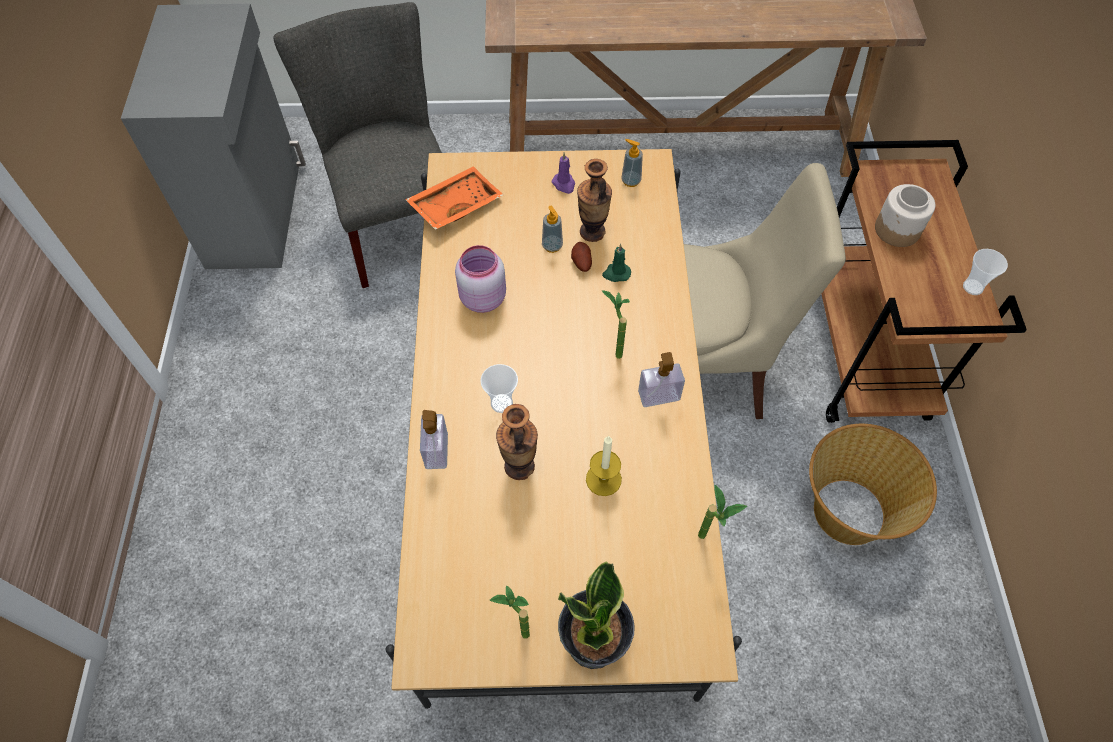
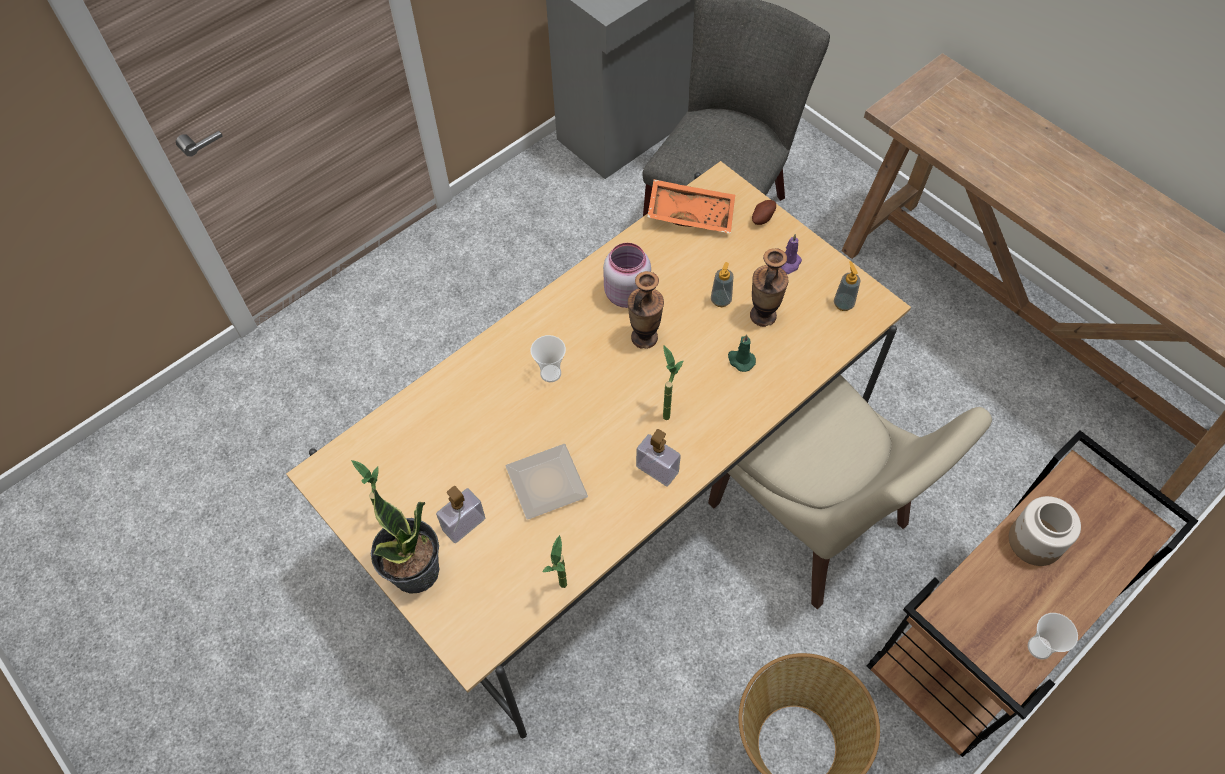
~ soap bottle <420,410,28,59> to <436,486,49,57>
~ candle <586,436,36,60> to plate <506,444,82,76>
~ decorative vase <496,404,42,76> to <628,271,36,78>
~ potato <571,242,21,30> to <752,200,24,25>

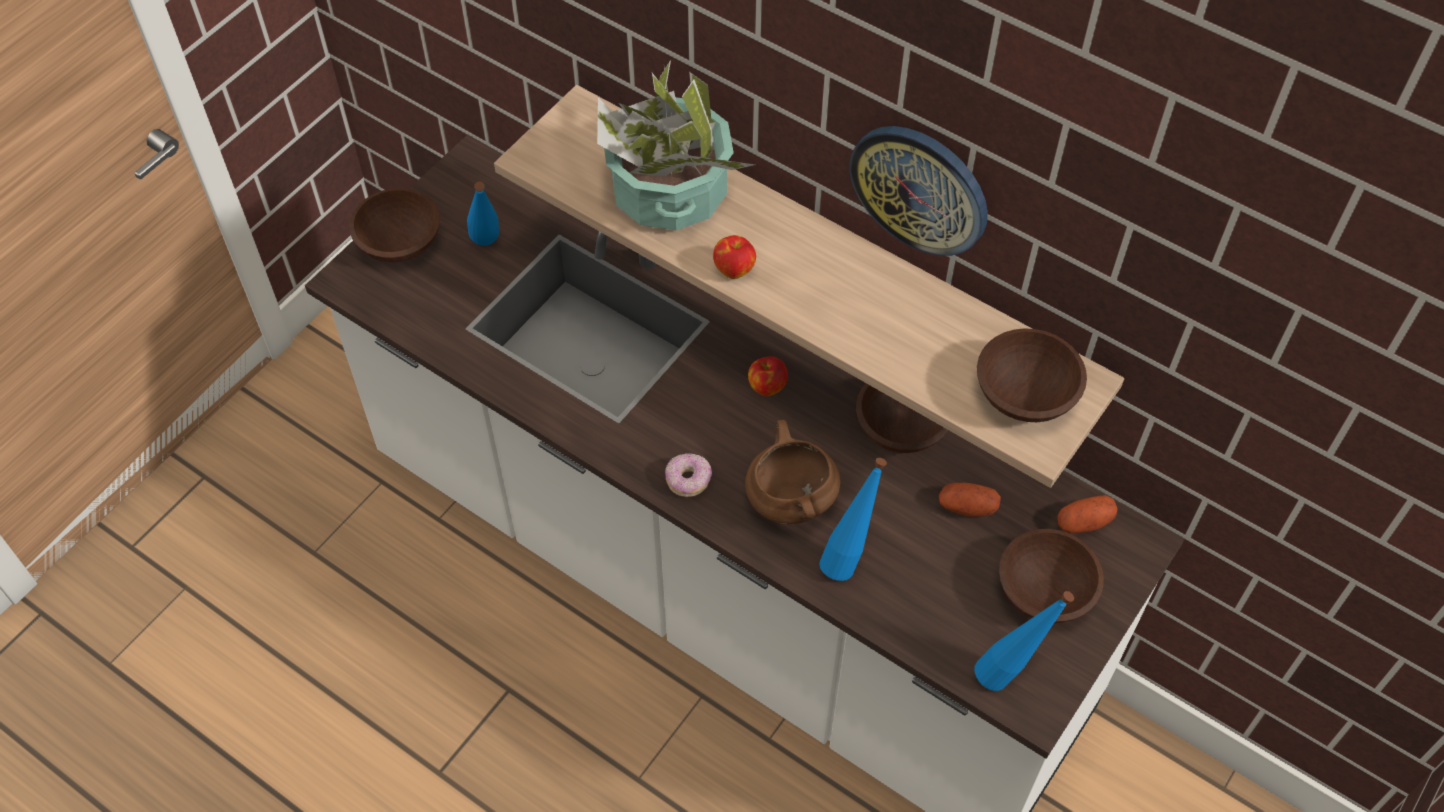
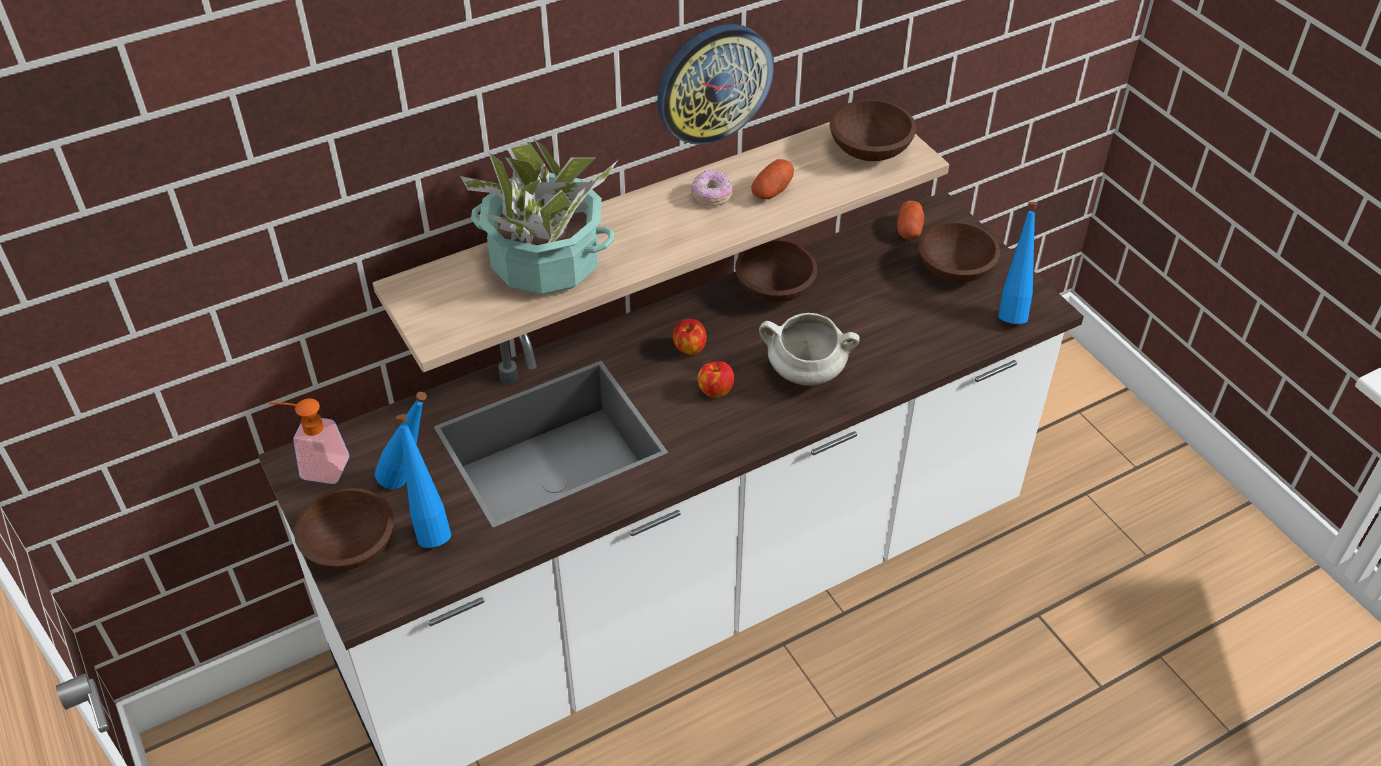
+ soap bottle <269,399,80,85>
~ drink bottle (bluish) <819,458,68,123> to <396,414,55,134>
~ ring doughnut <665,453,47,44> to <691,169,42,37>
~ apple <713,235,43,44> to <698,361,36,37>
~ potato <939,483,62,34> to <751,159,43,41>
~ stockpot (brown) <745,420,96,104> to stockpot (white) <759,313,101,73>

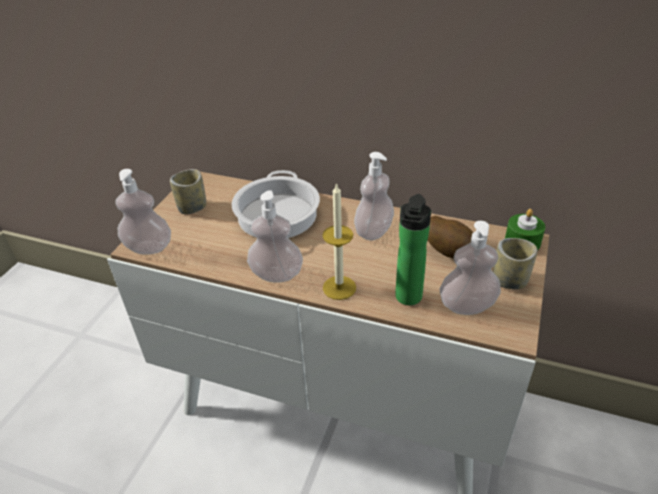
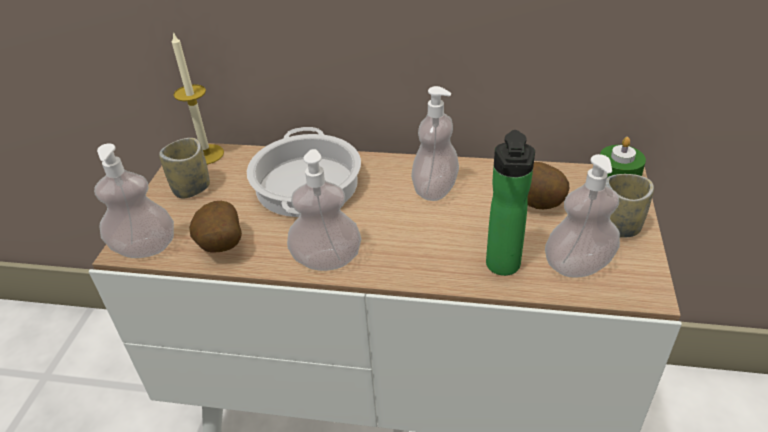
~ candle <322,183,34,117> to <172,32,52,133>
+ potato <189,201,53,52>

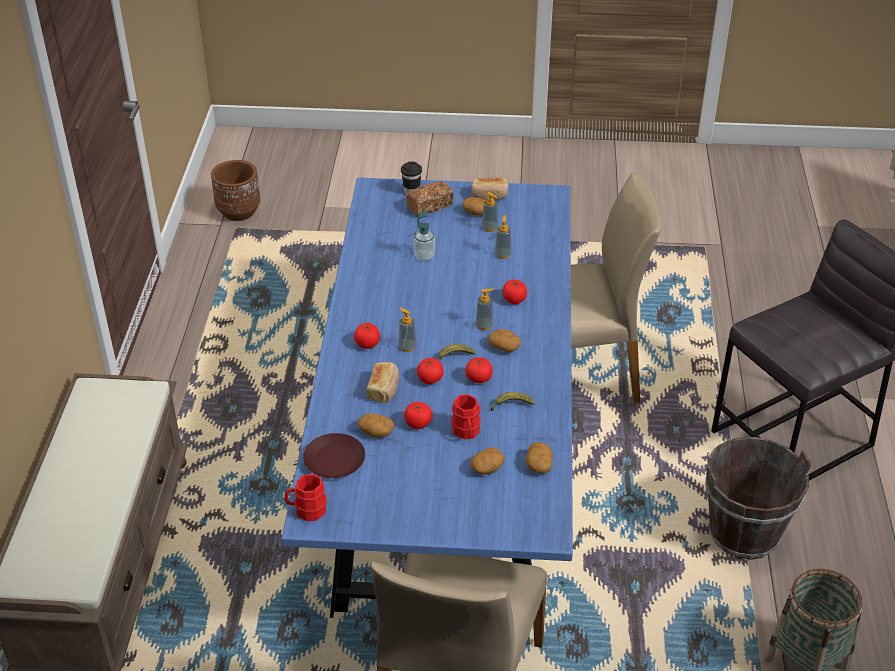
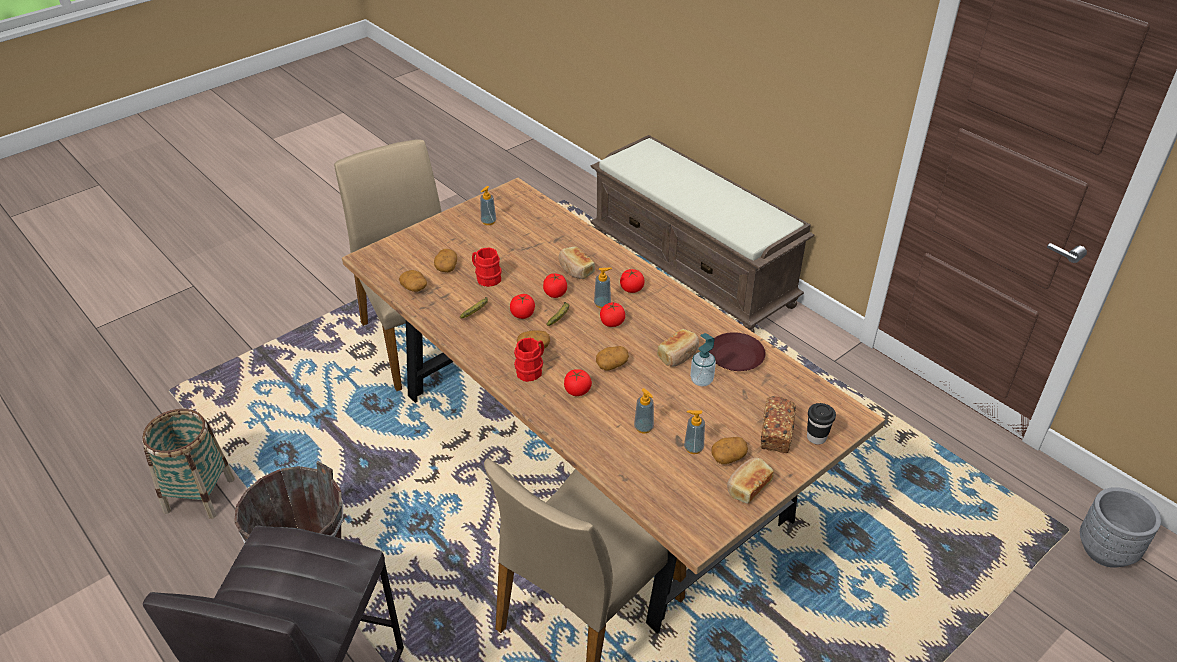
~ dining table (bluish) <282,177,291,441> to dining table (brown) <342,178,543,456>
~ soap bottle <476,288,18,42> to <480,186,16,39>
~ mug (red-coloured) <284,474,43,47> to <514,338,30,44>
~ potato <358,413,37,24> to <596,346,33,25>
~ fresh tomato <404,402,29,27> to <600,303,25,24>
+ baked bread <657,329,42,38>
~ plate (brown) <303,433,62,45> to <709,332,57,39>
~ planter (brown) <211,160,49,61> to planter (grey) <1080,487,81,81>

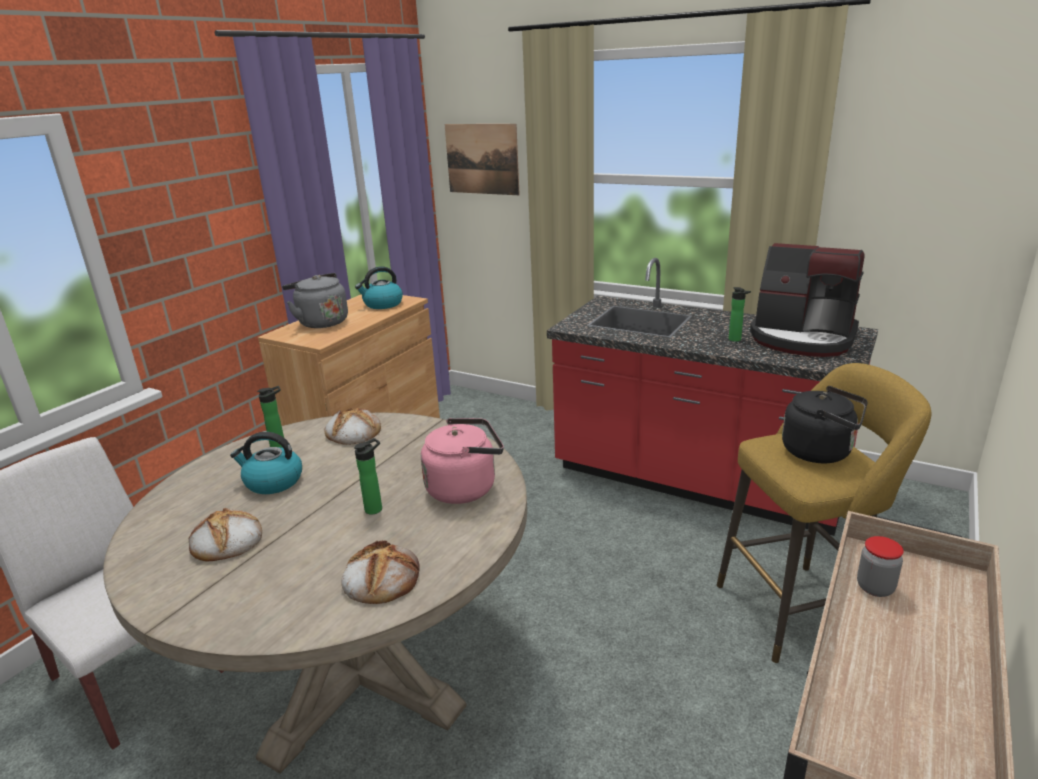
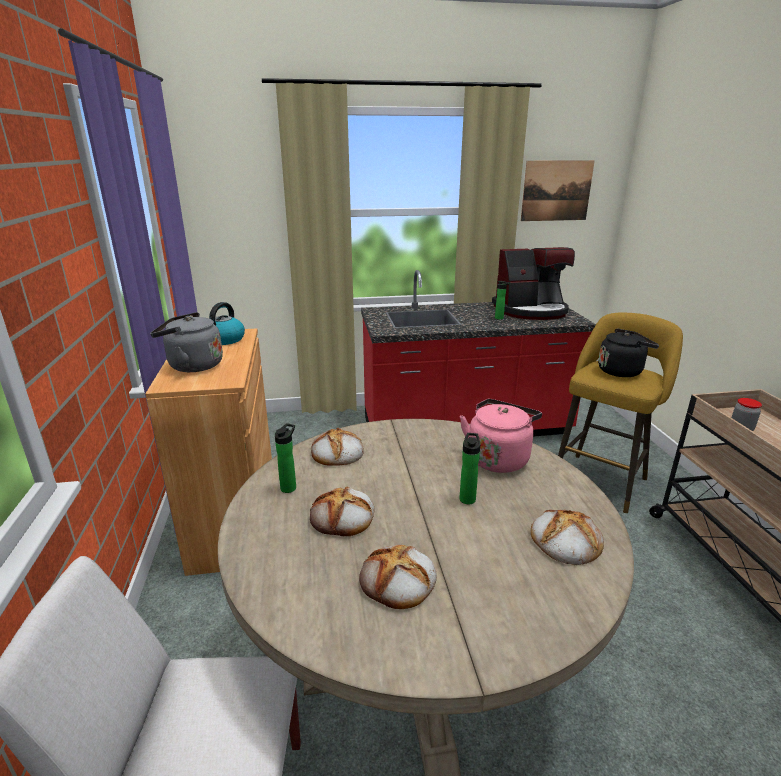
~ water kettle <230,432,72,62> to baked bread <310,486,64,50>
~ wall art <445,124,75,71> to <521,160,74,61>

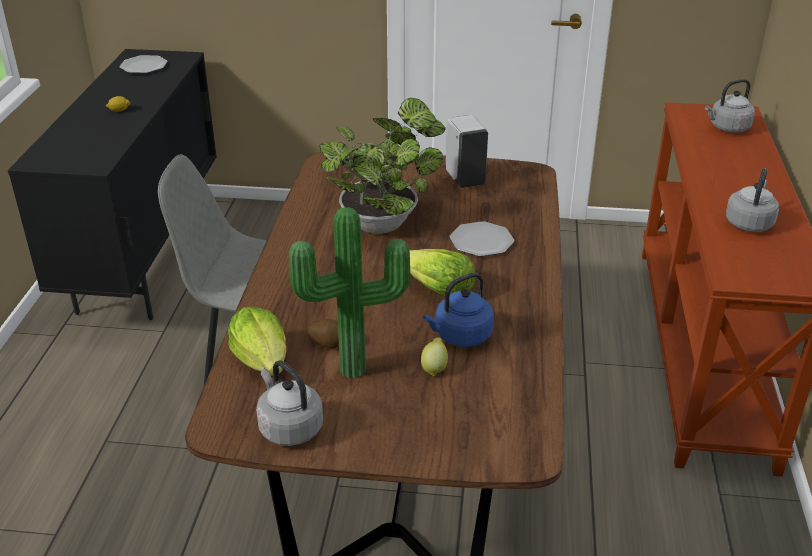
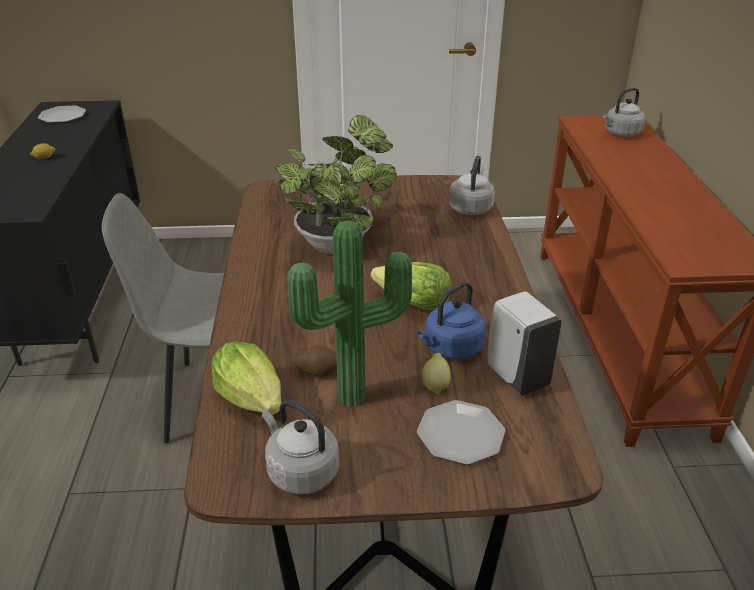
~ plate <449,221,65,36> to <417,400,89,65>
~ water kettle (grey) <726,168,53,64> to <449,156,46,59>
~ soap bottle (white) <446,115,42,73> to <488,291,74,104>

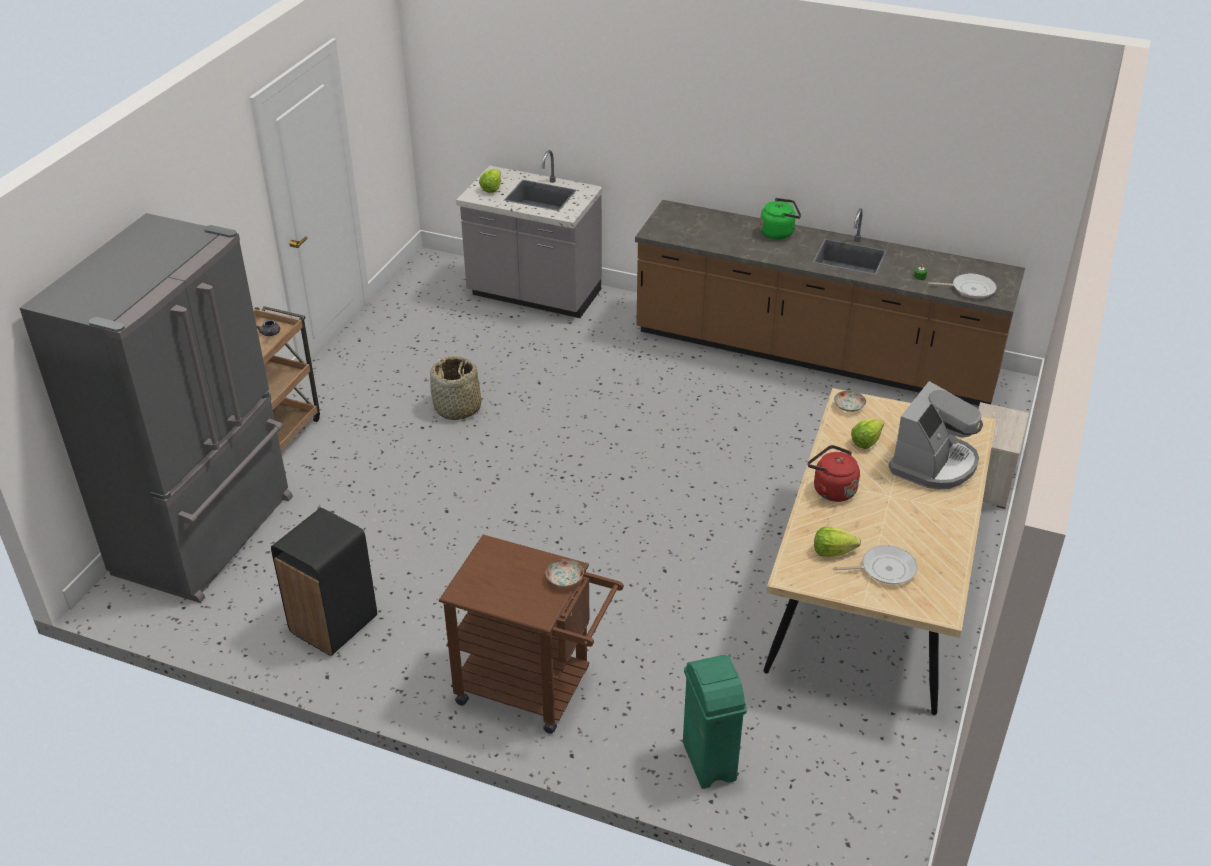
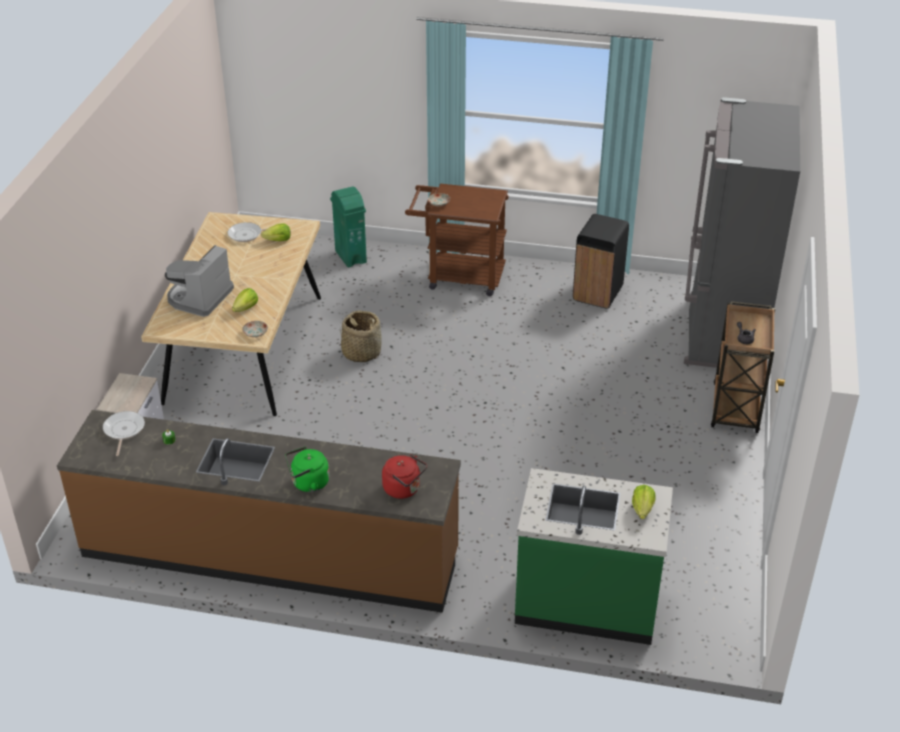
~ frying pan <928,273,69,26> = <103,411,42,45> 90 degrees clockwise
~ household basket <430,356,51,64> to <340,310,42,53>
~ water kettle (red-coloured) <808,445,52,57> to <382,454,45,45>
~ counter (grey) <456,150,147,168> to counter (greenish) <515,468,158,177>

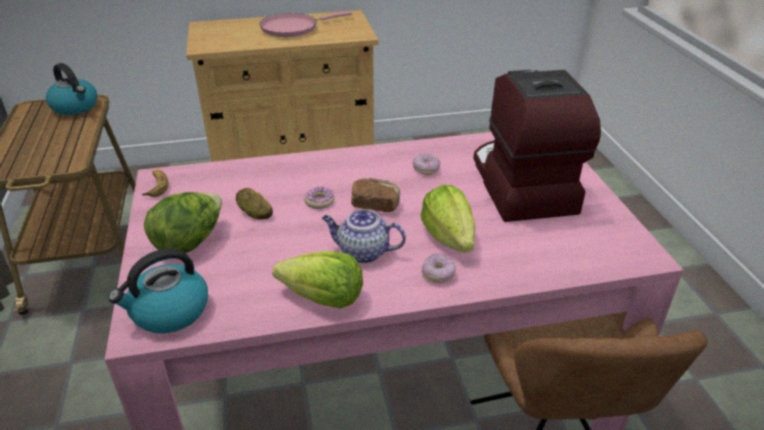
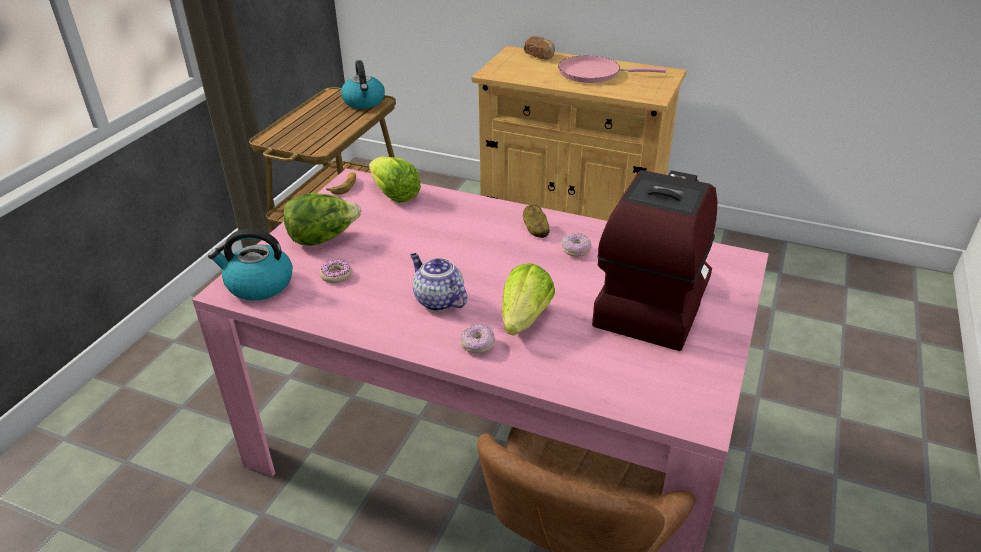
~ ring doughnut <304,187,30,22> to <320,259,32,24>
~ head of lettuce <272,251,91,57> to <369,156,52,47>
~ baked bread <351,178,49,34> to <523,36,32,23>
~ potato <236,188,37,32> to <523,205,27,33>

